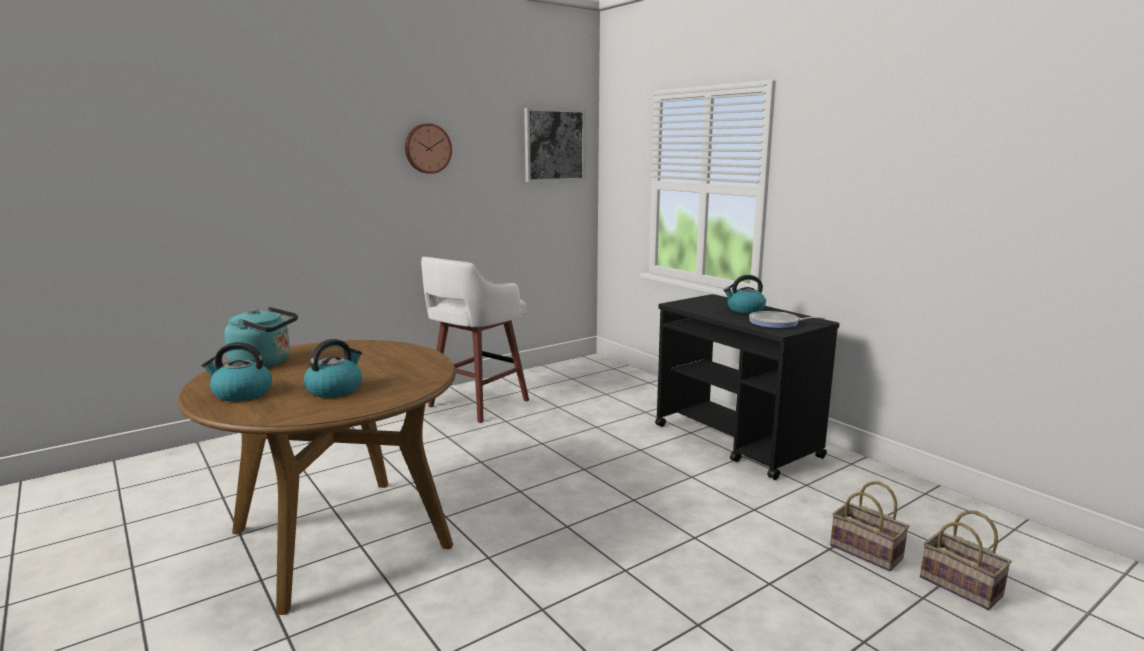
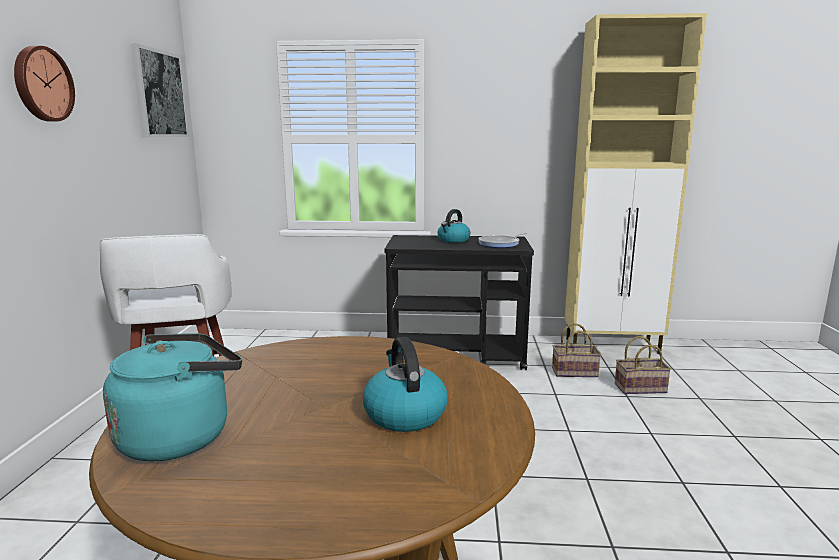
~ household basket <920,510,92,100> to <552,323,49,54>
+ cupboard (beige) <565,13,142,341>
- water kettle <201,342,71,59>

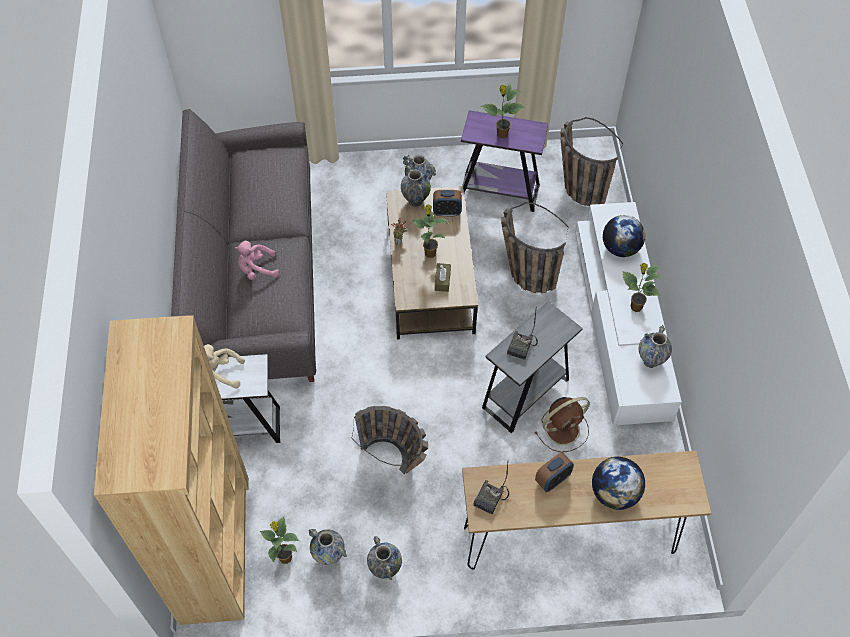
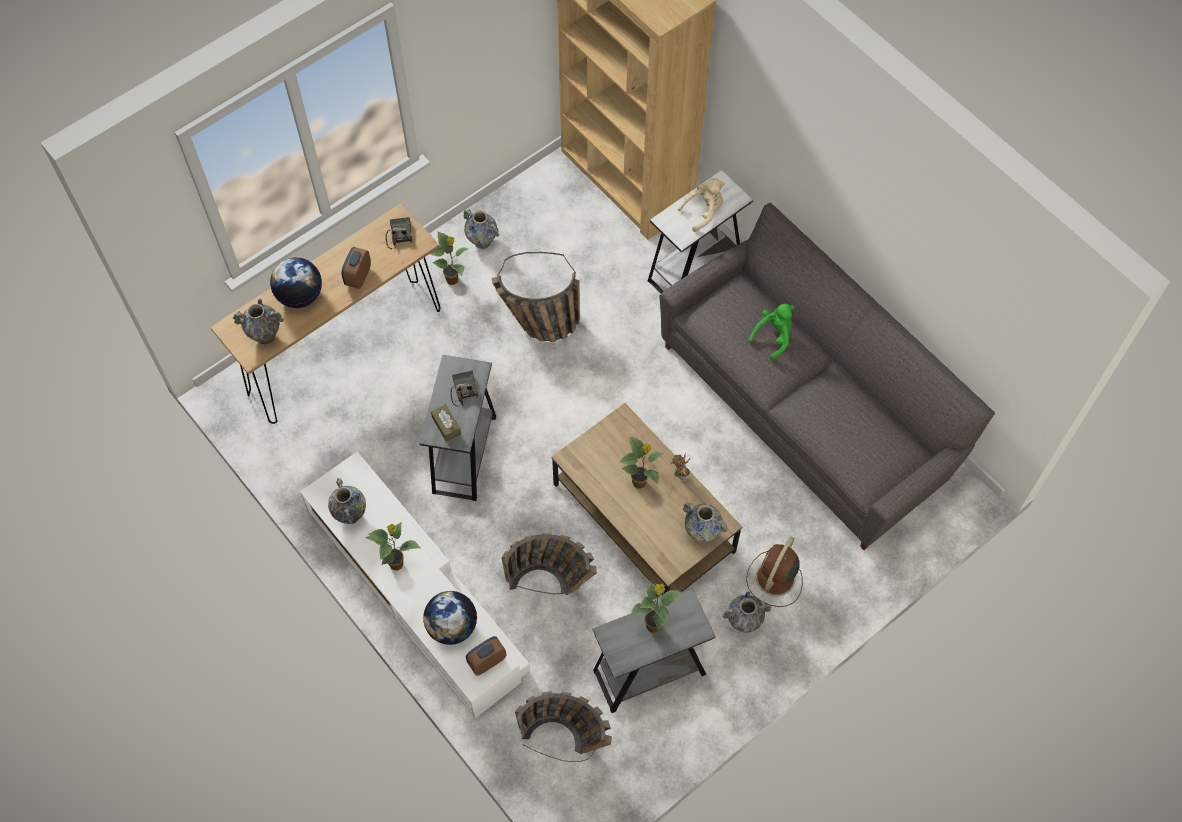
~ decorative vase <309,529,38,36> to <233,299,51,45>
~ plant in a pot <260,516,39,48> to <430,232,38,53>
~ tissue box (brown) <435,263,16,29> to <431,404,30,38>
~ table clock <433,190,29,26> to <466,636,40,40>
~ side table (purple) <461,110,87,102> to side table (grey) <593,589,123,124>
~ electric fan (brown) <534,397,56,55> to <746,536,57,71>
~ soft toy (pink-coloured) <235,241,44,39> to soft toy (greenish) <748,304,46,56>

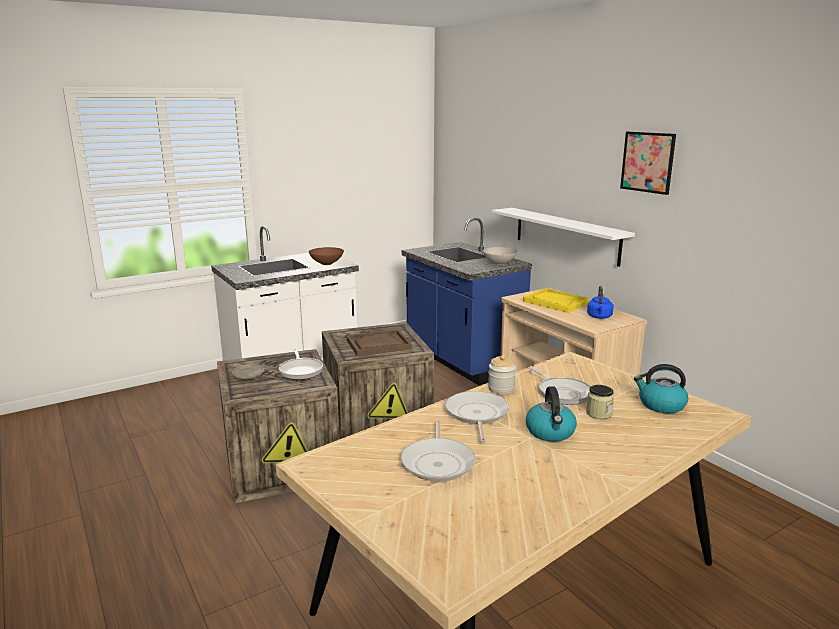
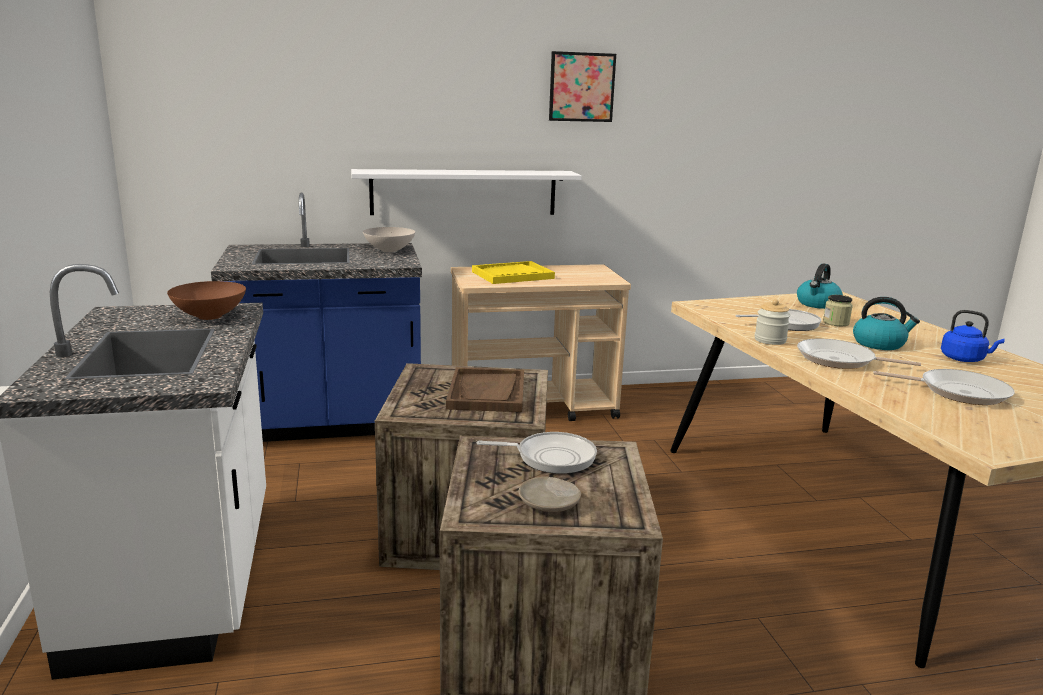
~ water kettle (bluish) <587,286,27,33> to <941,310,64,52>

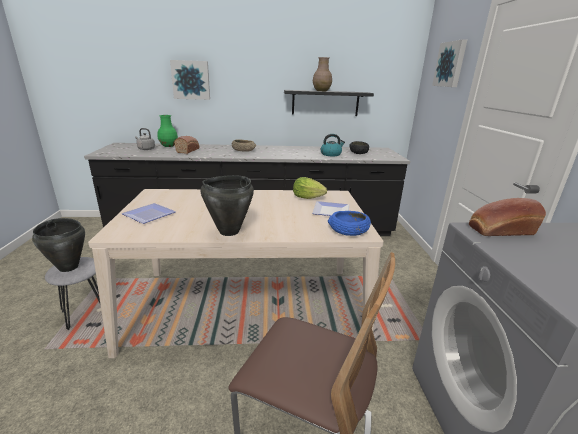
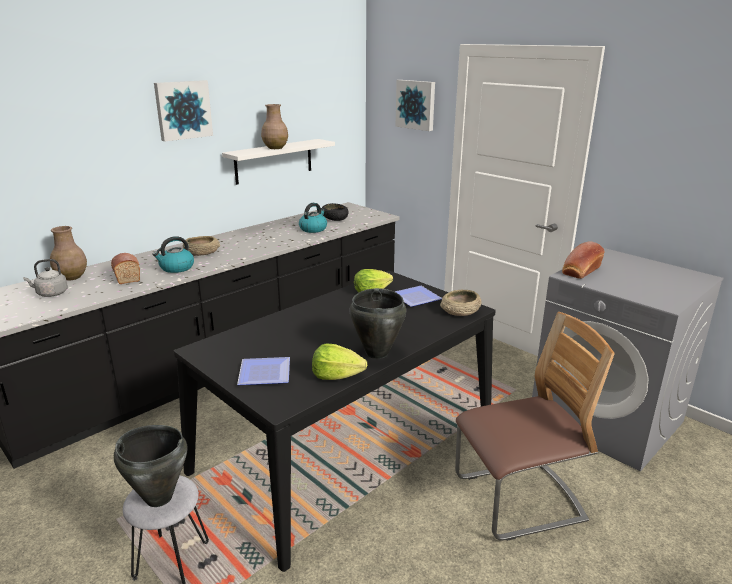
~ decorative vase (greenish) <157,115,21,32> to decorative vase (brown) <50,226,37,55>
+ water kettle <152,236,42,37>
~ wall art <170,60,40,40> to <154,80,59,61>
~ dining table (beige) <88,189,296,169> to dining table (black-coloured) <174,271,322,301>
~ bracket shelf (black-coloured) <284,90,90,26> to bracket shelf (white) <222,139,113,46>
+ head of lettuce <312,343,55,37>
~ bowl (bluish) <328,211,43,25> to bowl (beige) <440,290,42,26>

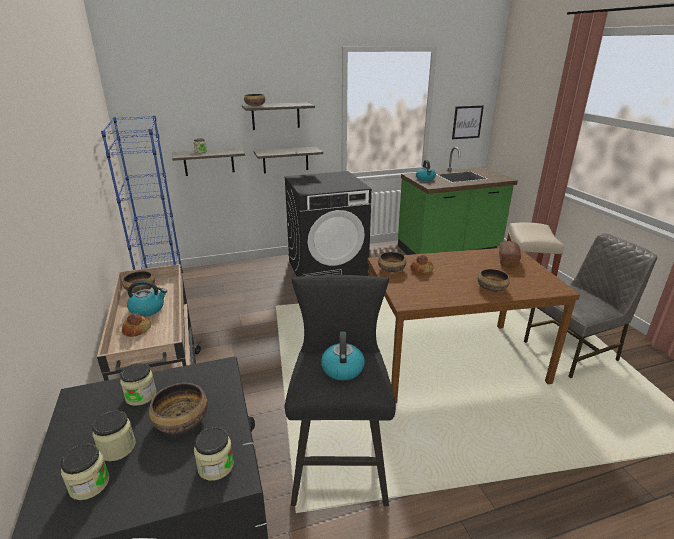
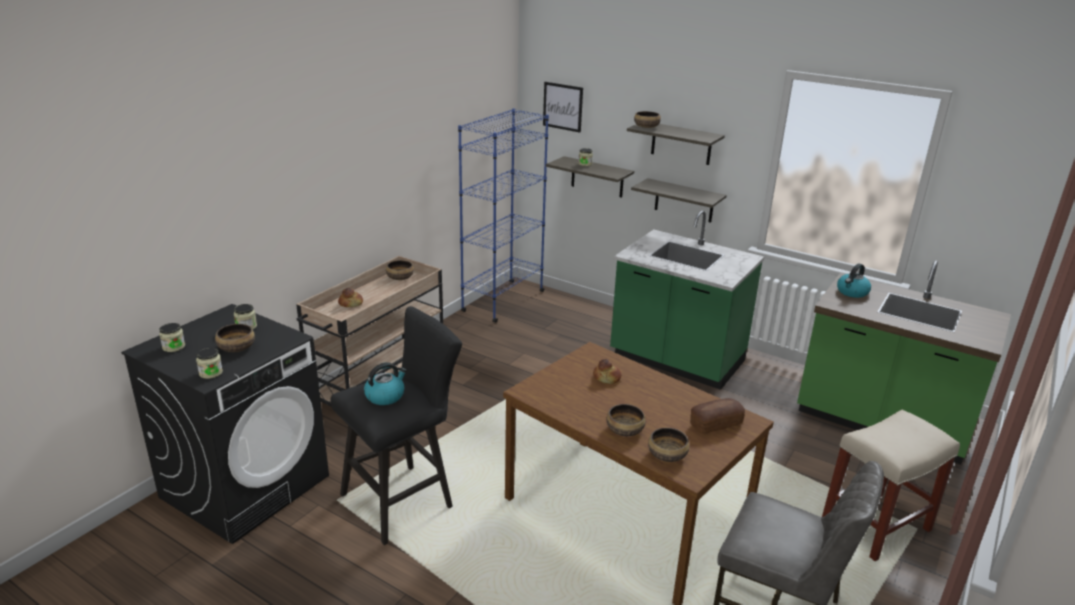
~ wall art <452,105,32,34> to <543,82,40,50>
~ laundry machine (black-coloured) <284,171,88,106> to counter (greenish) <610,210,154,180>
~ bowl <378,252,28,21> to <648,428,41,34>
- preserve jar <92,411,44,50>
- water kettle <127,280,40,37>

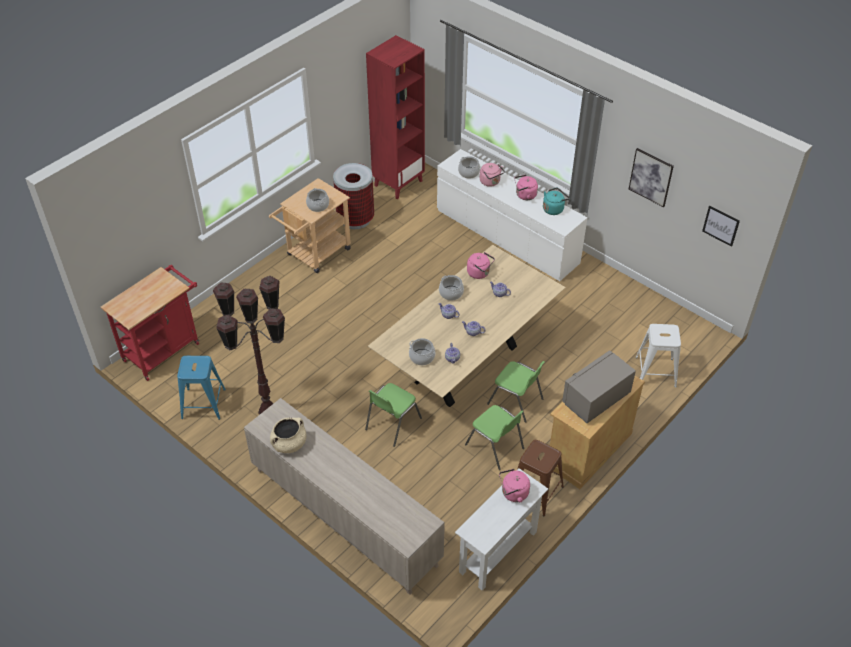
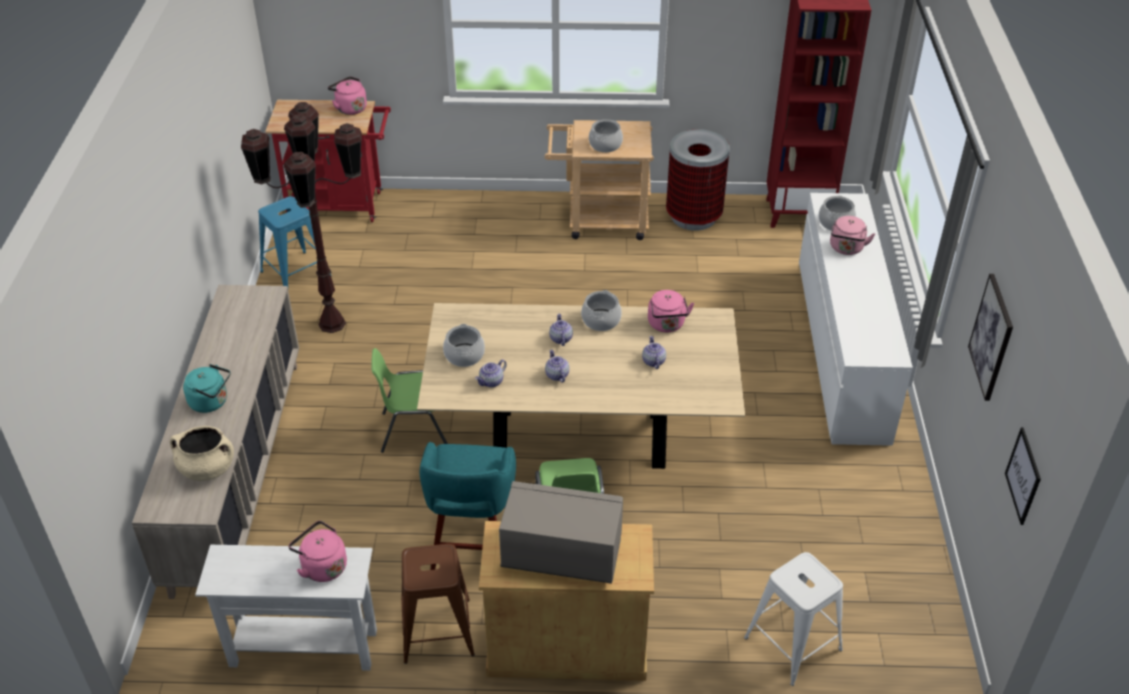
~ stockpot (beige) <270,418,36,35> to <170,426,64,55>
~ water kettle (blue-green) <543,188,27,27> to <183,364,48,49>
~ water kettle (pink-coloured) <515,174,23,26> to <328,76,39,39>
~ plain chair (greenish) <465,405,59,65> to stool seat (blue-green) <419,442,97,128>

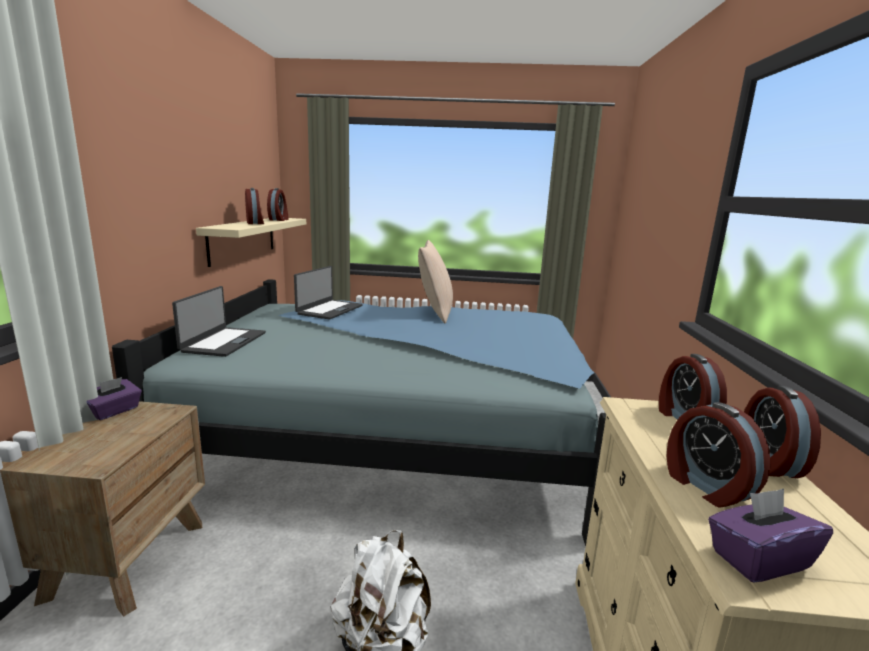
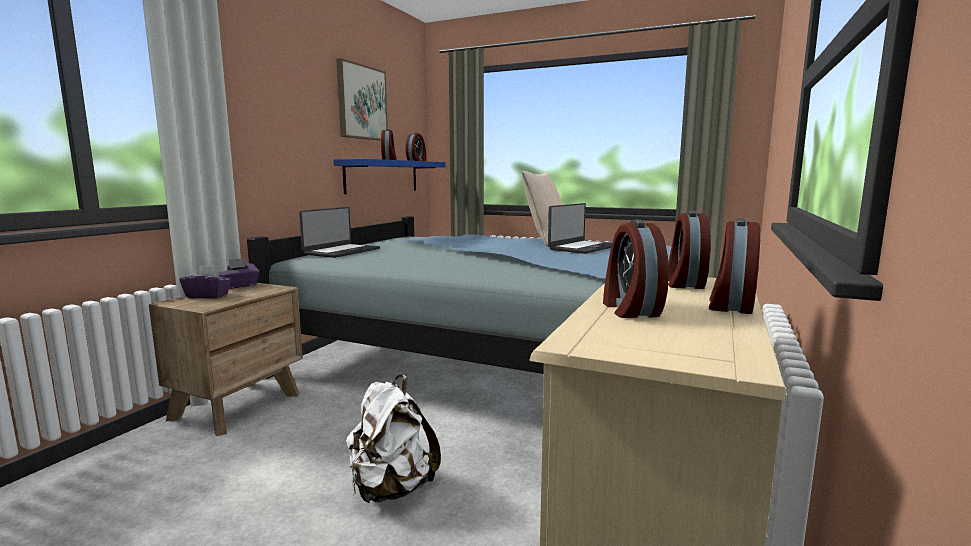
~ tissue box (purple) <708,489,125,93> to <180,265,51,34>
~ bracket shelf (beige) <196,218,110,49> to bracket shelf (bluish) <333,159,112,35>
+ wall art <336,58,52,83>
~ laptop <294,266,68,54> to <548,203,64,51>

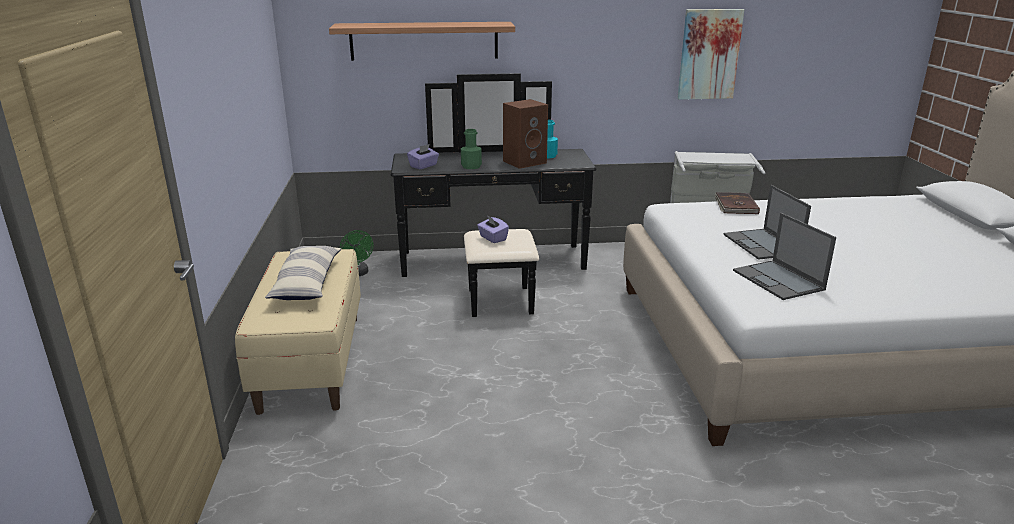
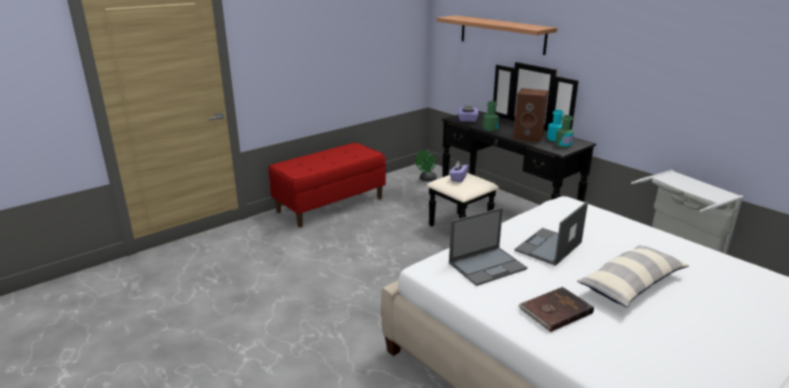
~ bench (beige) <235,249,126,166> to bench (red-coloured) <268,142,118,85>
~ laptop <733,213,103,87> = <449,208,79,78> 150 degrees counterclockwise
~ volume (brown) <715,192,45,22> to <518,287,76,45>
+ drink bottle (greenish) <556,115,18,33>
~ pillow <265,246,76,54> to <577,244,112,63>
- wall art <678,9,66,91>

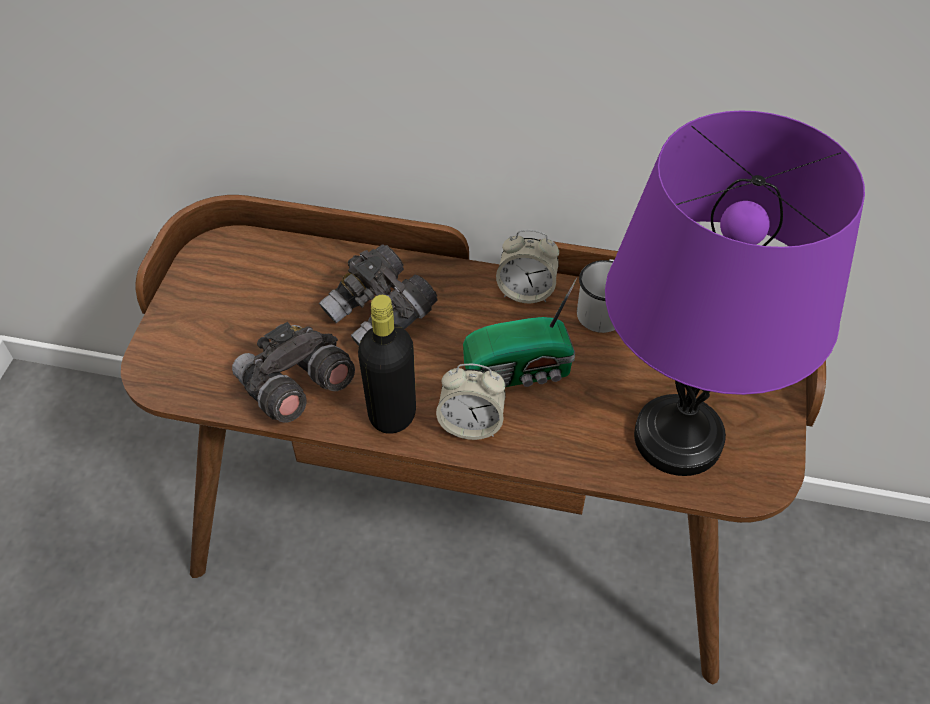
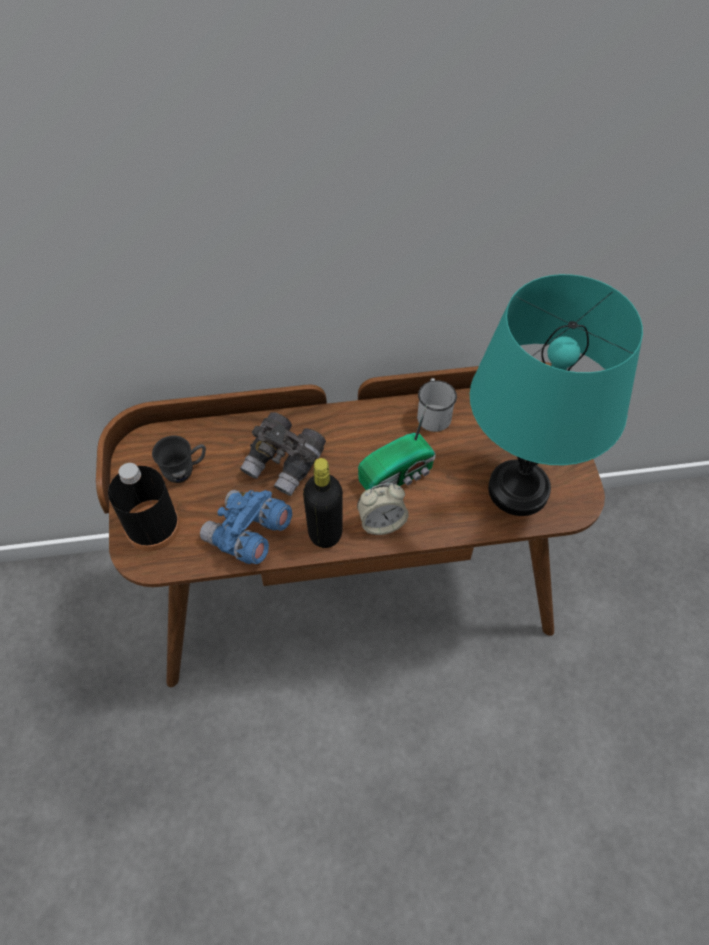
+ drink bottle (black-coloured) <108,463,72,88>
+ mug (grey) <152,436,54,47>
~ field glasses (grey) <232,322,123,101> to field glasses (bluish) <200,490,92,74>
~ lamp for a table (purple) <605,110,260,366> to lamp for a table (blue-green) <470,274,173,242>
- table clock <496,230,63,73>

